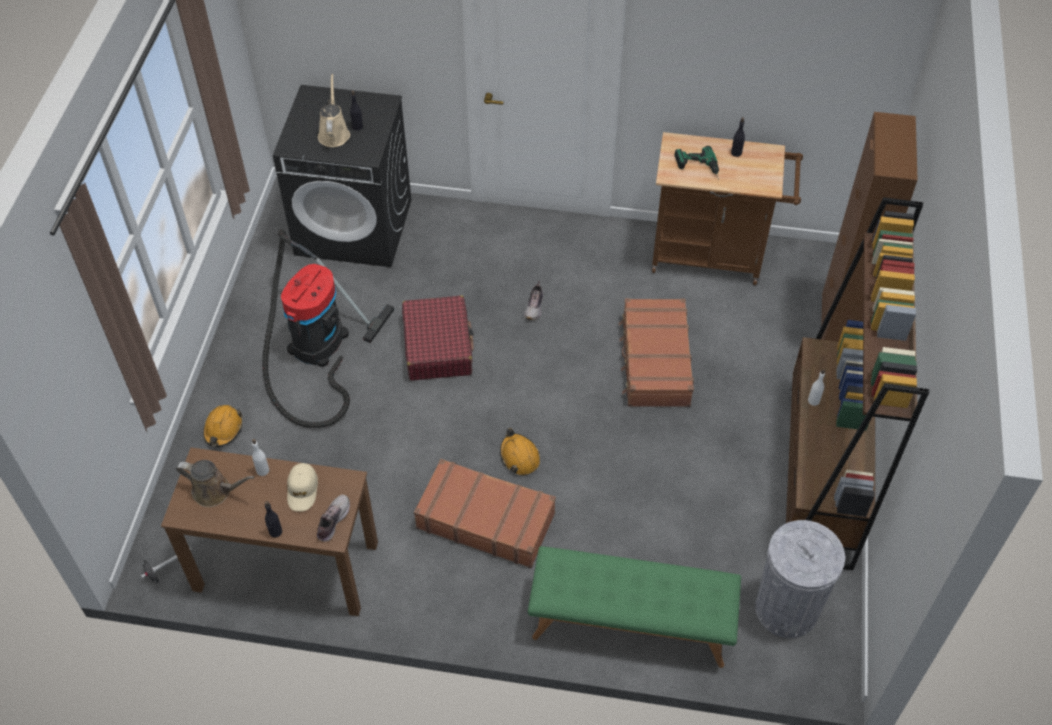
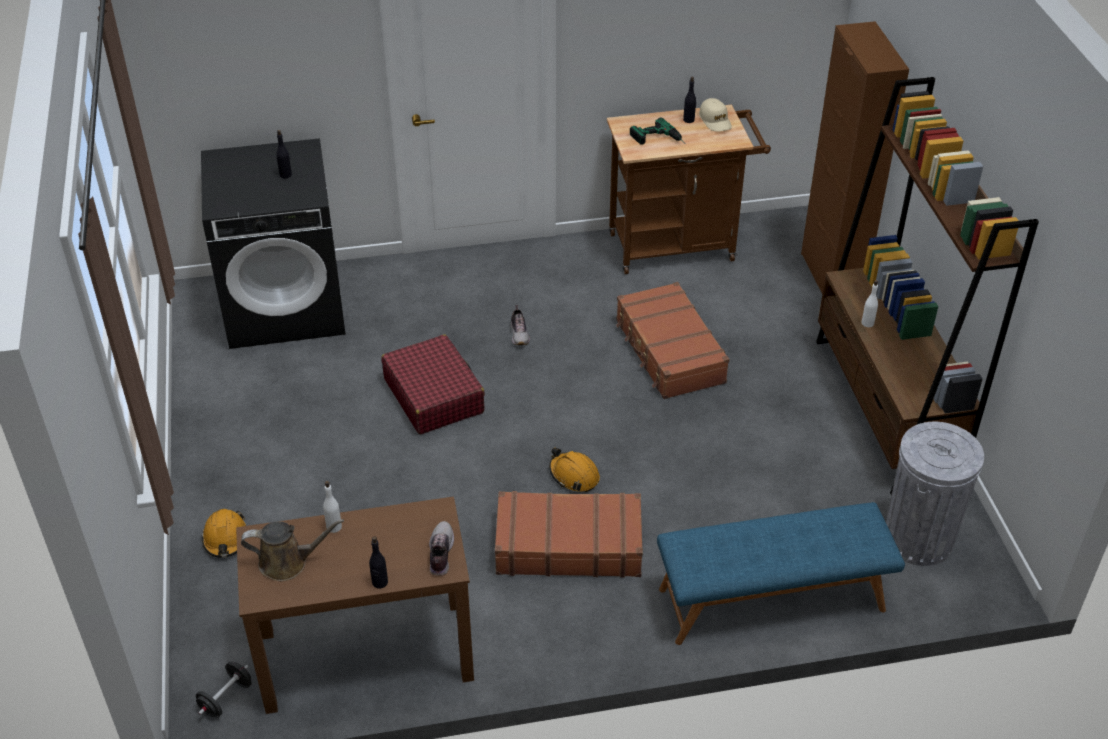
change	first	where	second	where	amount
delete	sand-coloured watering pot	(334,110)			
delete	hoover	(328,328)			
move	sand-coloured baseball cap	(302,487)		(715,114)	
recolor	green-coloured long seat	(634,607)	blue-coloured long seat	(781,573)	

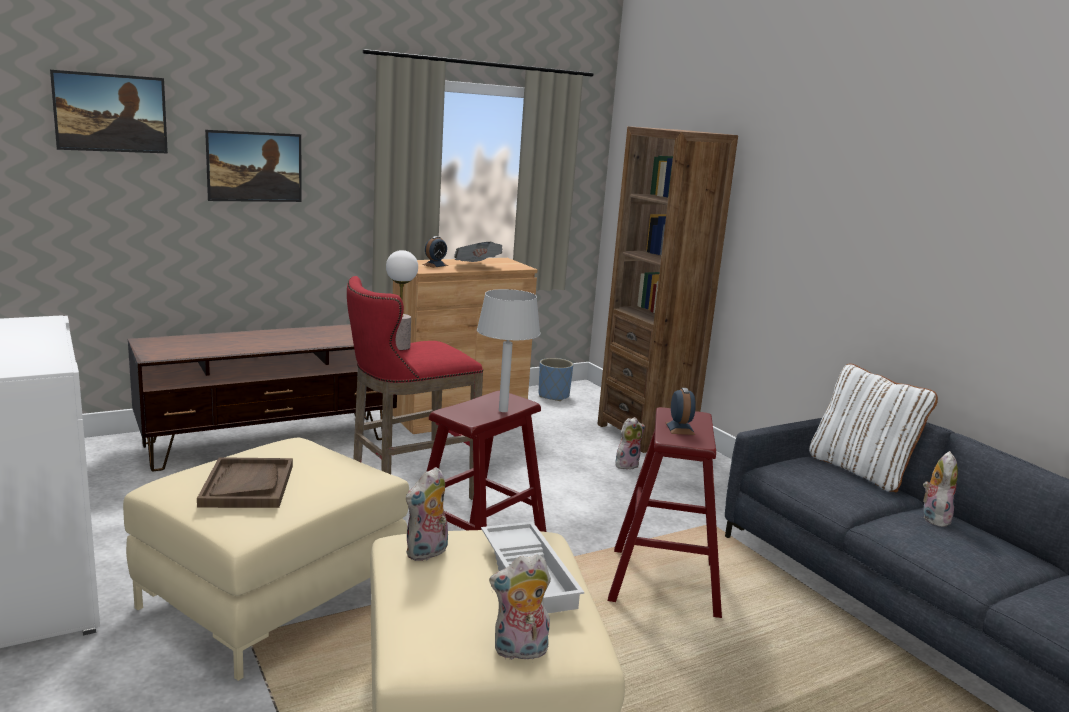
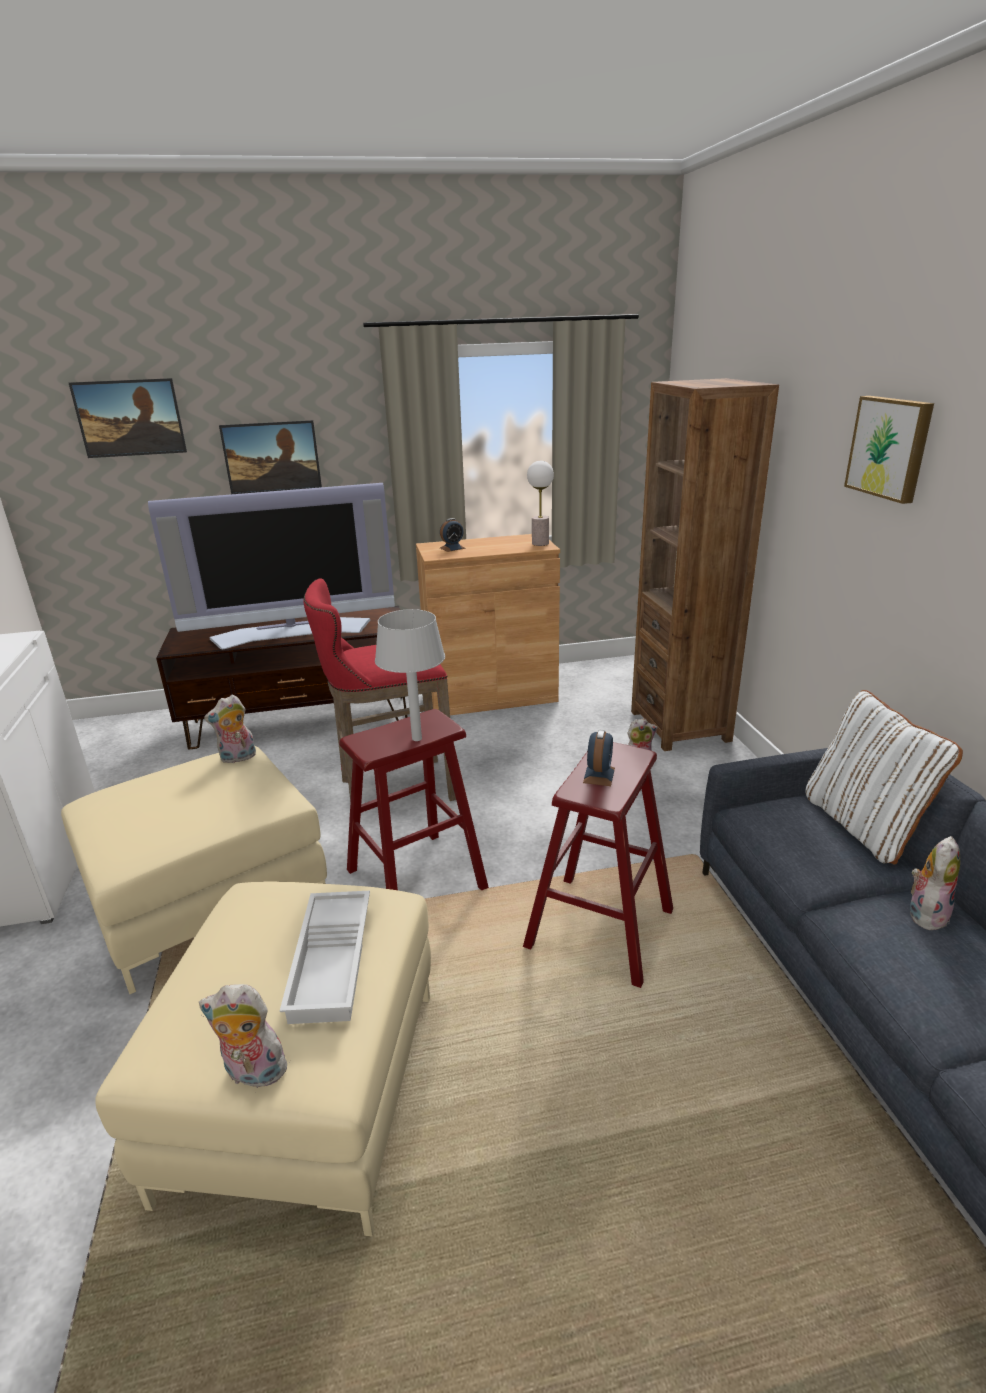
change	first	where	second	where	amount
delete	daily paper	(478,252)			
move	table lamp	(402,300)		(540,503)	
delete	blue-coloured flower pot	(556,379)			
delete	brown serving tray	(245,482)			
move	cuddly toy	(427,514)		(230,729)	
insert			picture	(889,450)	
insert			TV set	(271,566)	

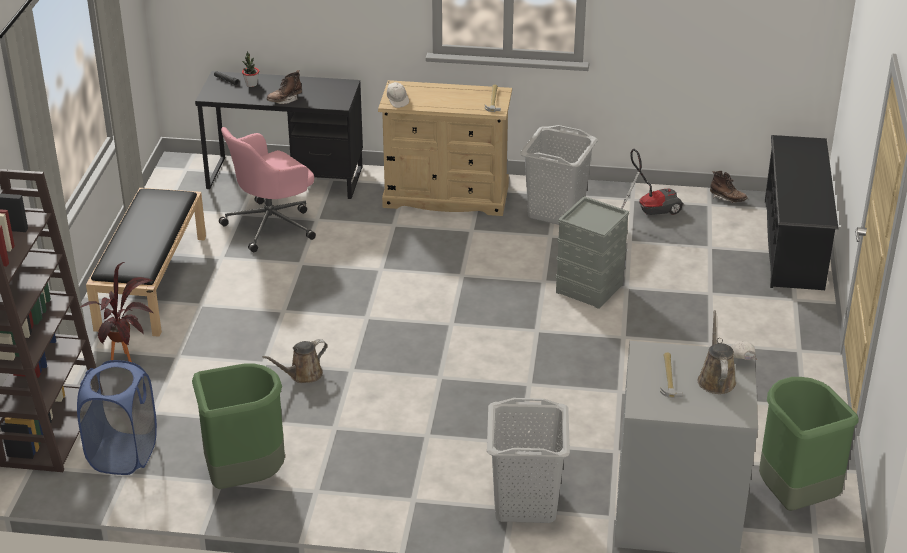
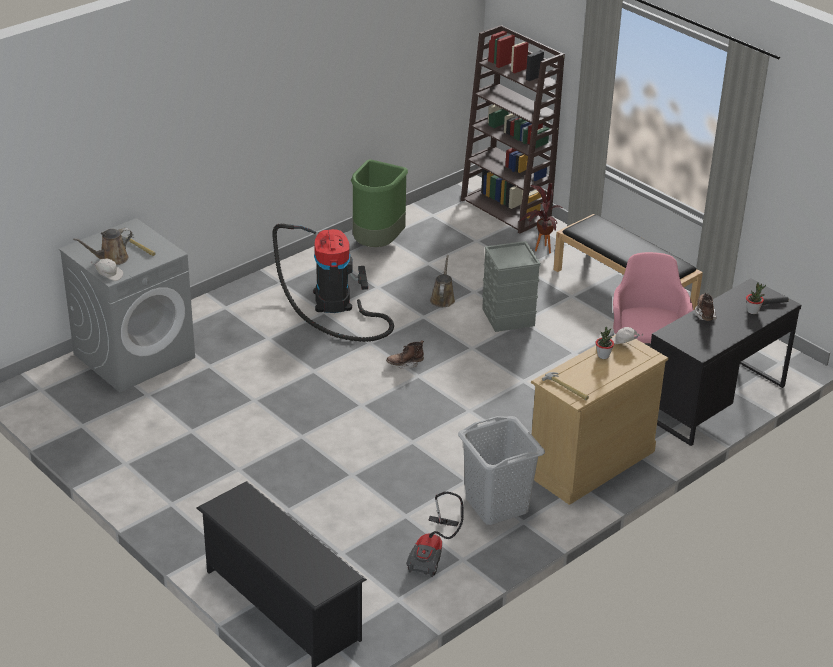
change	first	where	second	where	amount
move	brown boot	(729,187)		(405,354)	
move	gray storage box	(592,252)		(511,286)	
rotate	brown watering pot	(717,352)		(102,246)	105 degrees clockwise
delete	blue-coloured washing basket	(117,417)			
delete	green-coloured rubbish bin	(809,444)			
delete	gray washing basket	(528,460)			
insert			hoover	(333,283)	
insert			potted plant	(605,343)	

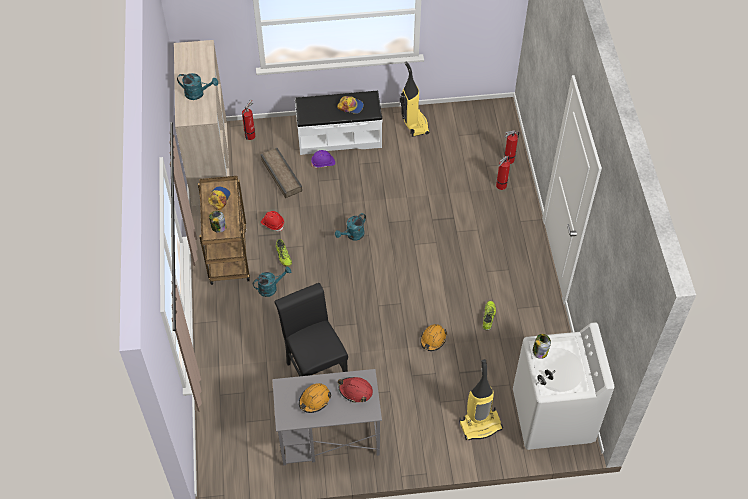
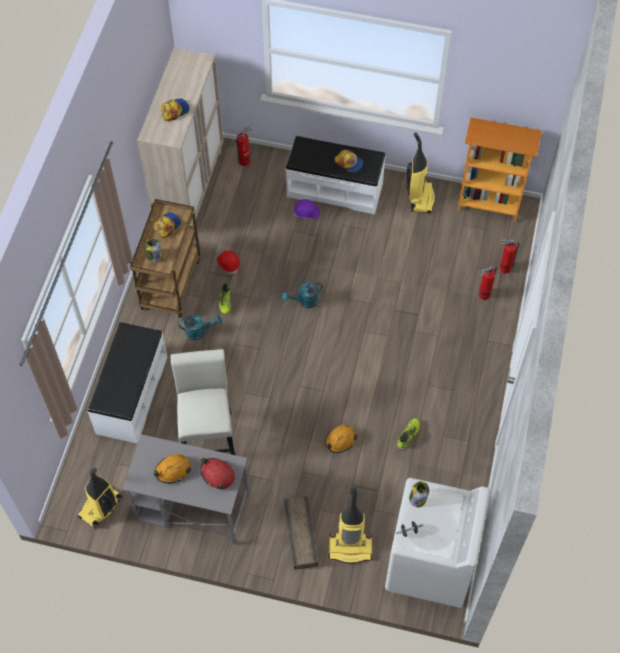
change	first	where	second	where	amount
replace	blue-green watering pot	(197,86)	baseball cap	(174,109)	
move	shipping crate	(281,173)		(301,533)	
recolor	black plain chair	(311,329)	white plain chair	(203,402)	
insert			shelving unit	(499,169)	
insert			white long seat	(128,383)	
insert			hoover	(100,498)	

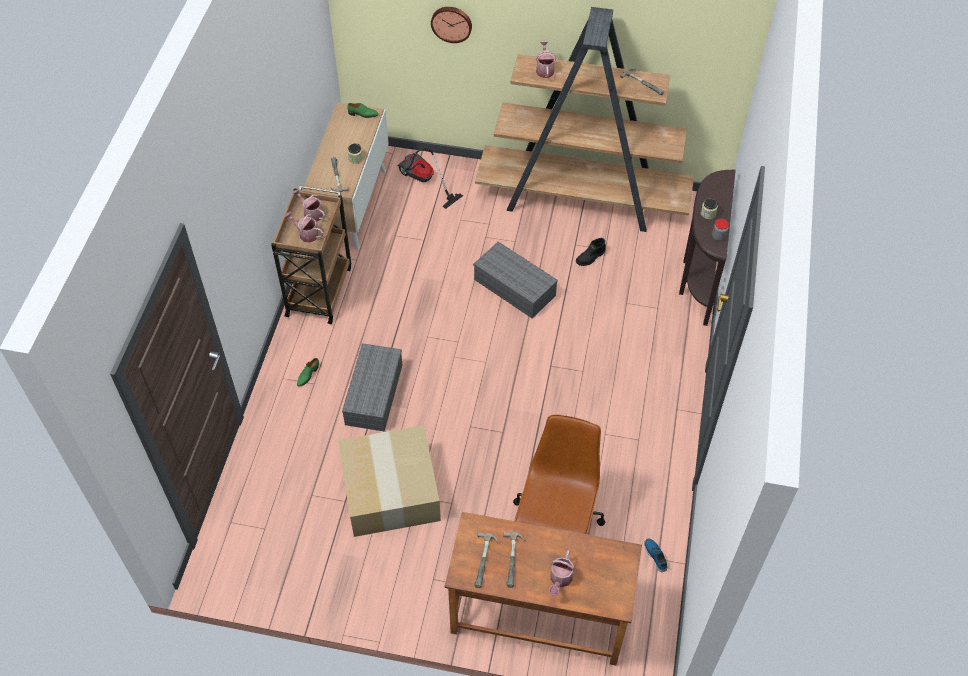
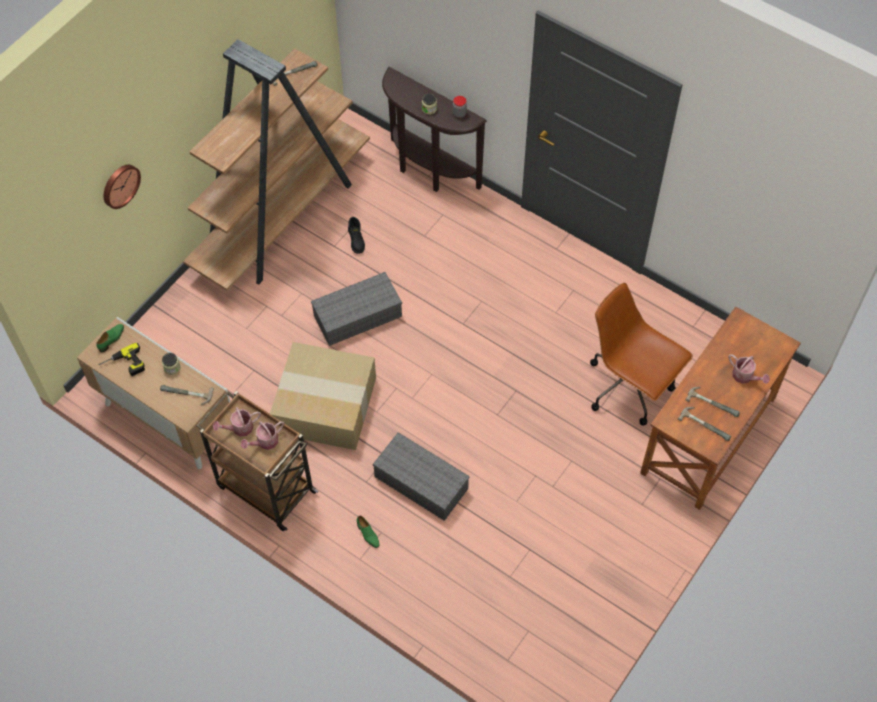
change	first	where	second	where	amount
delete	watering pot	(546,60)			
delete	hoover	(430,178)			
move	packing box	(389,481)		(323,396)	
delete	shoe	(656,555)			
insert			power drill	(121,359)	

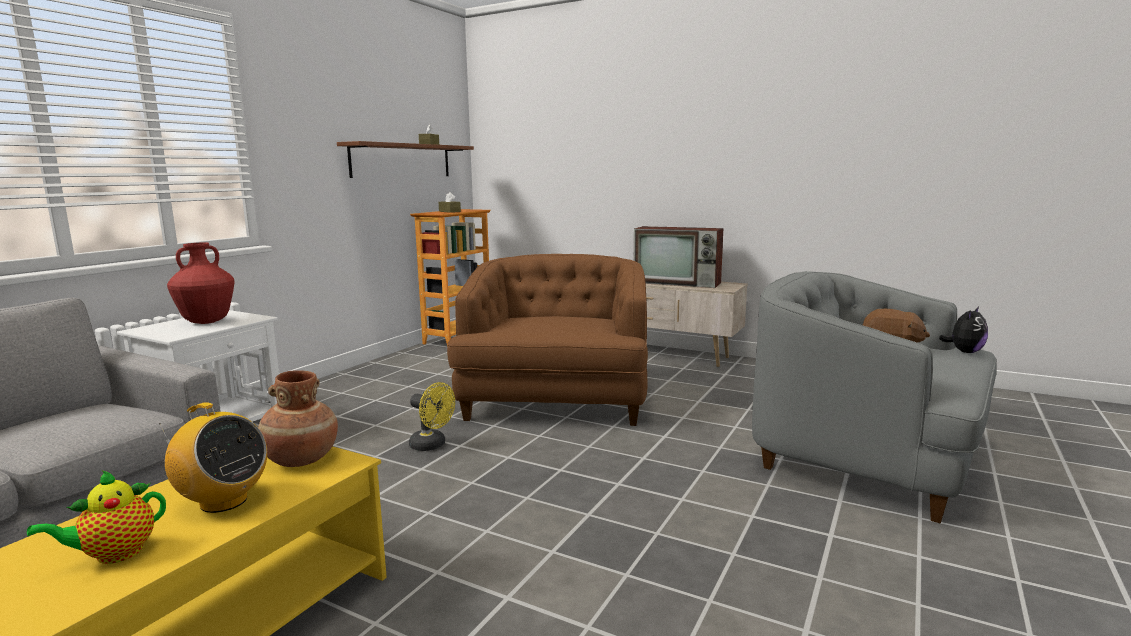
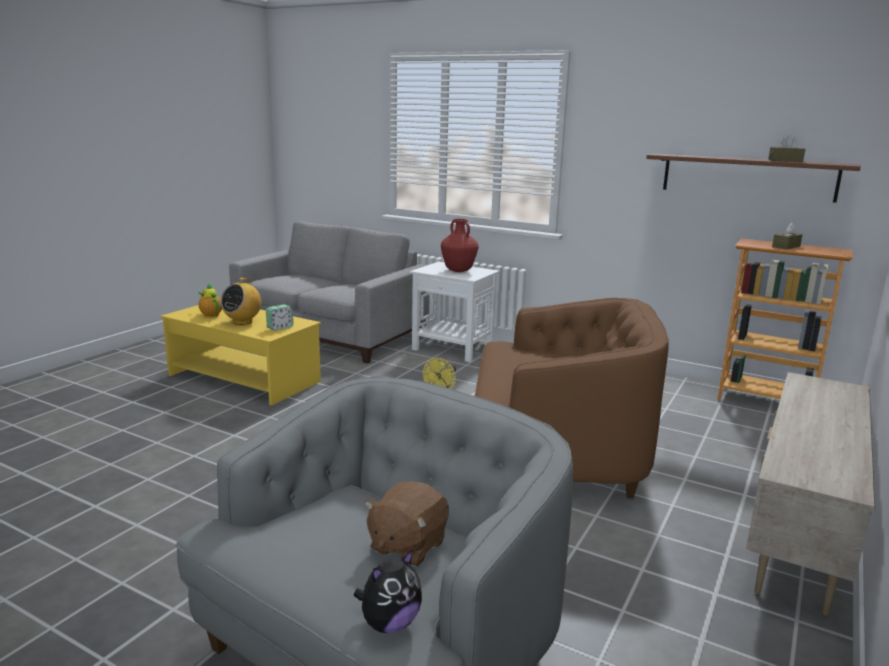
change	first	where	second	where	amount
delete	TV set	(678,257)			
rotate	cuddly toy	(963,330)		(388,591)	90 degrees counterclockwise
replace	brown vase	(298,418)	bedside clock	(279,317)	

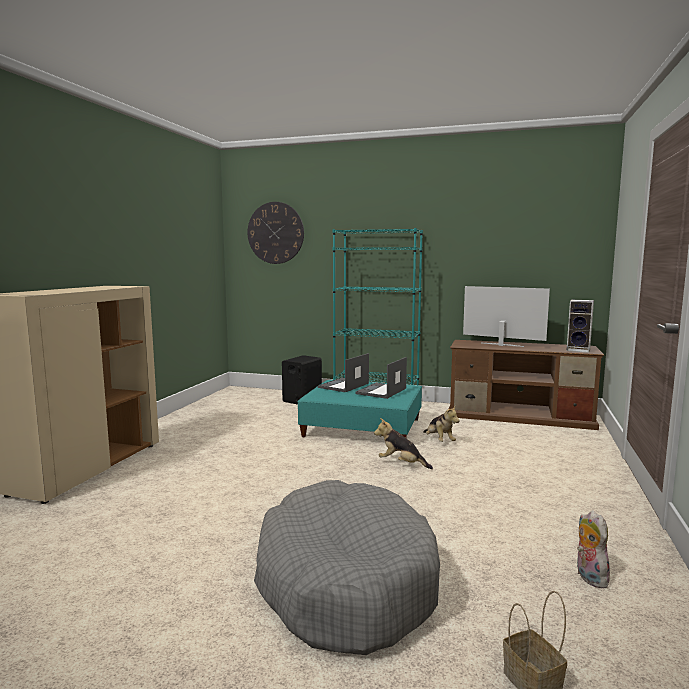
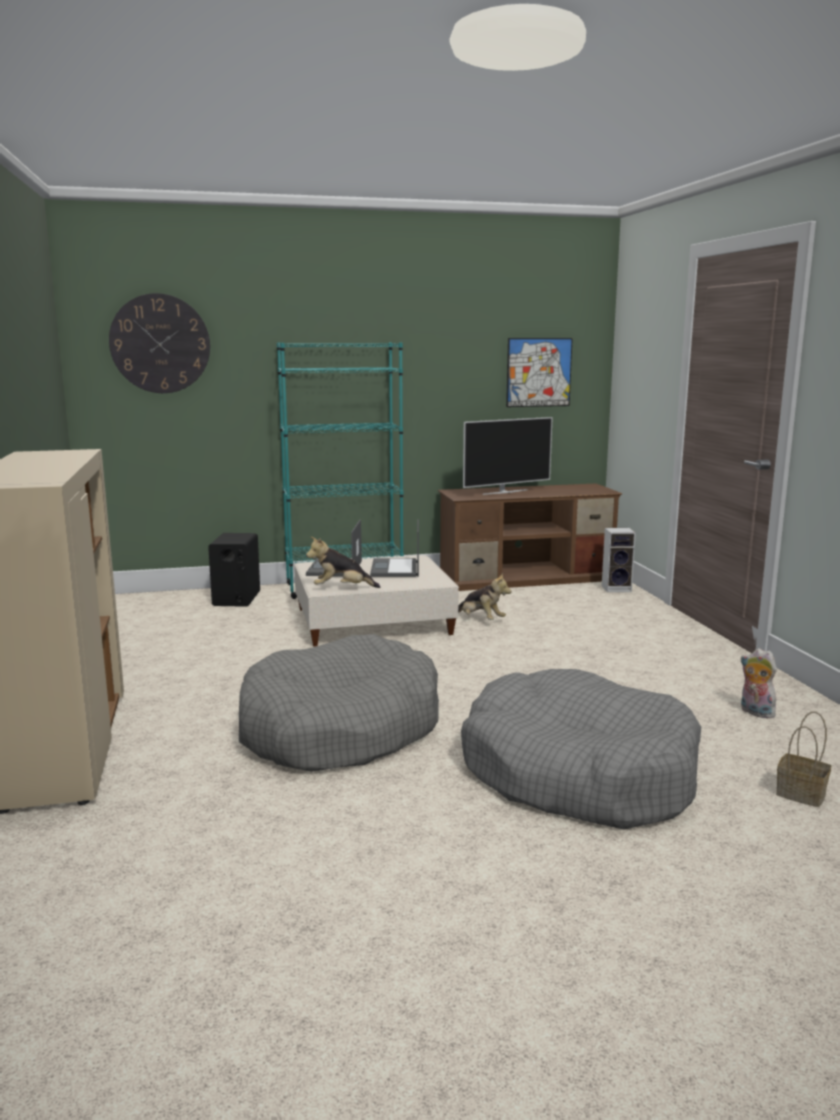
change	first	where	second	where	amount
rotate	TV set	(506,316)		(508,456)	150 degrees clockwise
move	speaker	(580,326)		(619,560)	
recolor	blue-green ottoman	(360,409)	sand-coloured ottoman	(376,601)	
move	cuddly toy	(403,443)		(343,562)	
insert			picture	(539,372)	
insert			gray dog cushion	(339,703)	

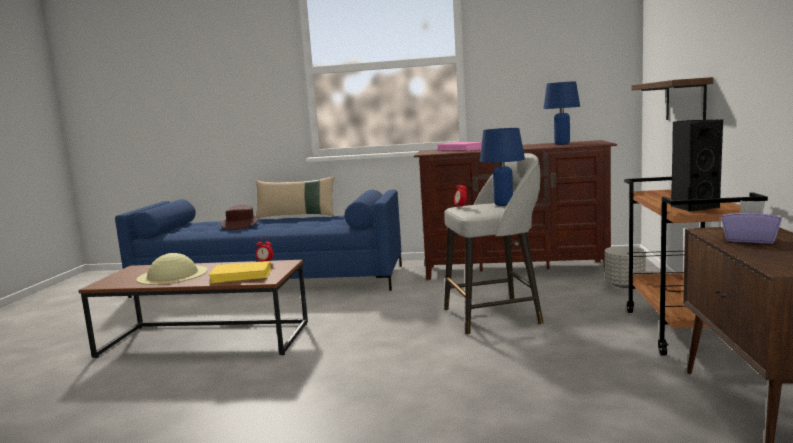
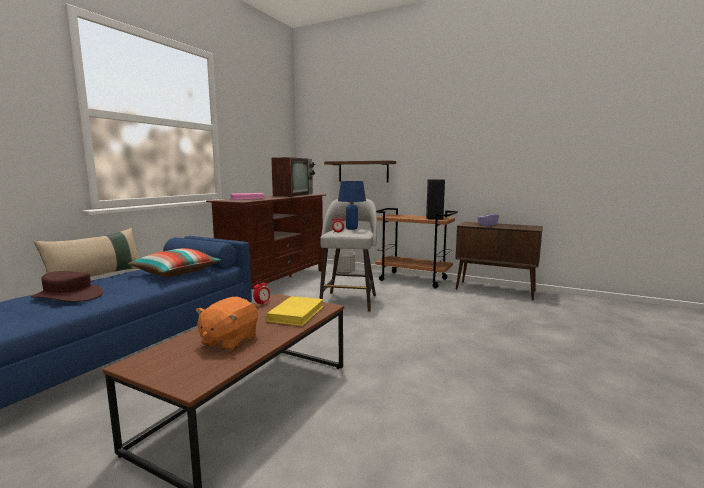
change	first	where	second	where	amount
replace	blue-coloured table lamp	(561,113)	TV set	(293,177)	
replace	sand-coloured hat	(172,269)	orangey cuddly toy	(226,324)	
insert			pillow	(174,262)	

